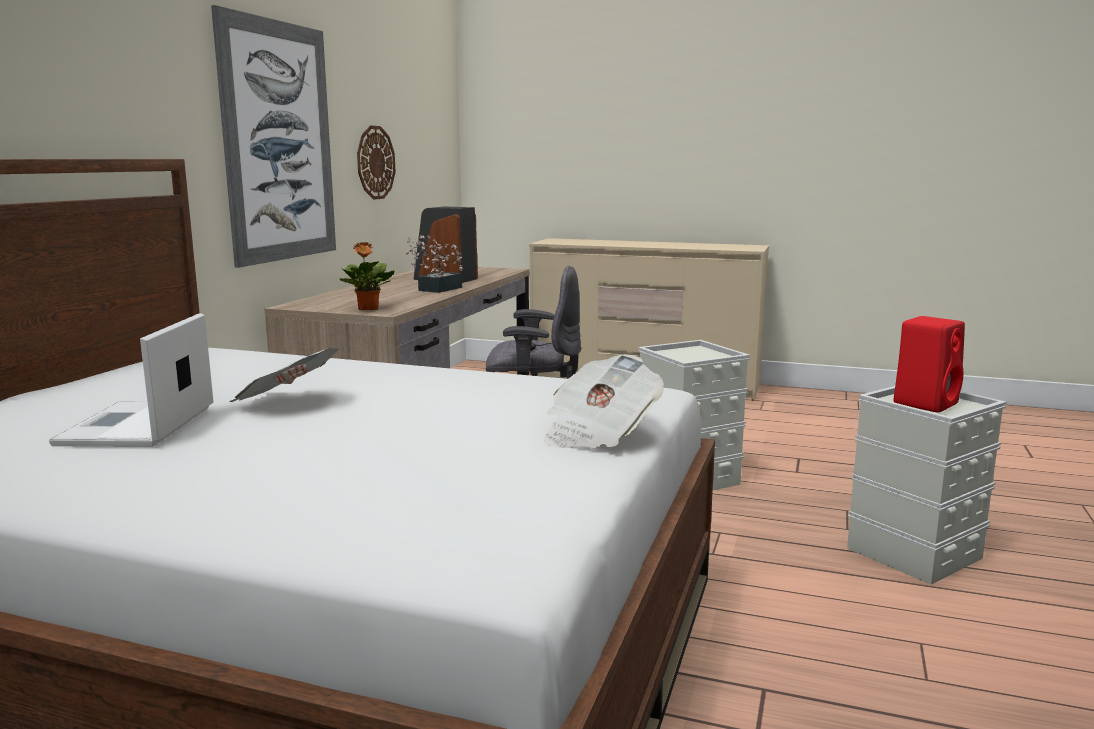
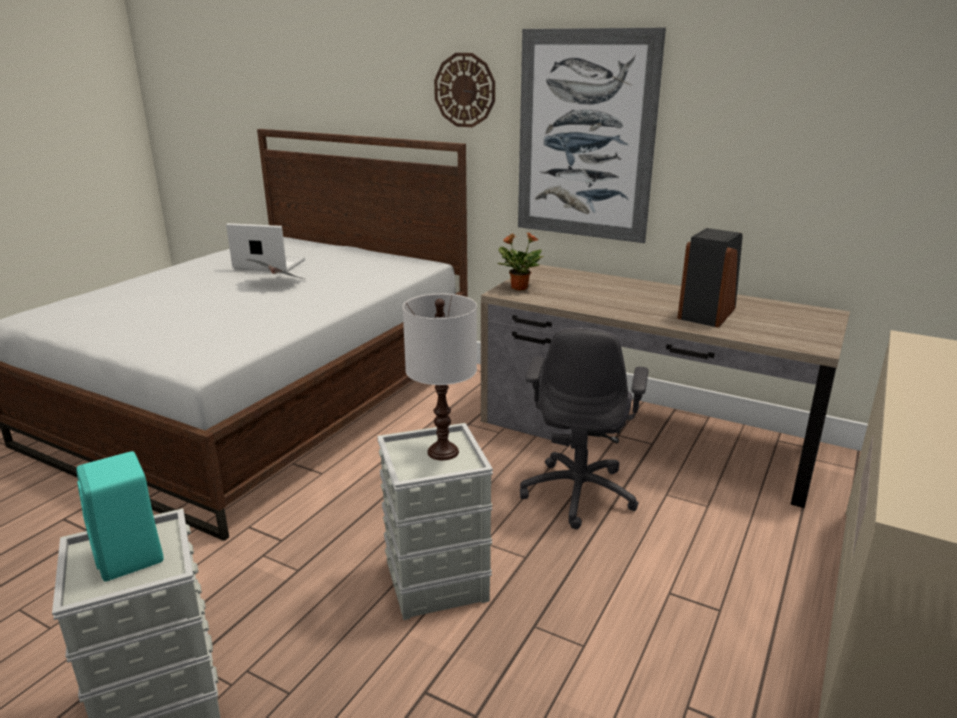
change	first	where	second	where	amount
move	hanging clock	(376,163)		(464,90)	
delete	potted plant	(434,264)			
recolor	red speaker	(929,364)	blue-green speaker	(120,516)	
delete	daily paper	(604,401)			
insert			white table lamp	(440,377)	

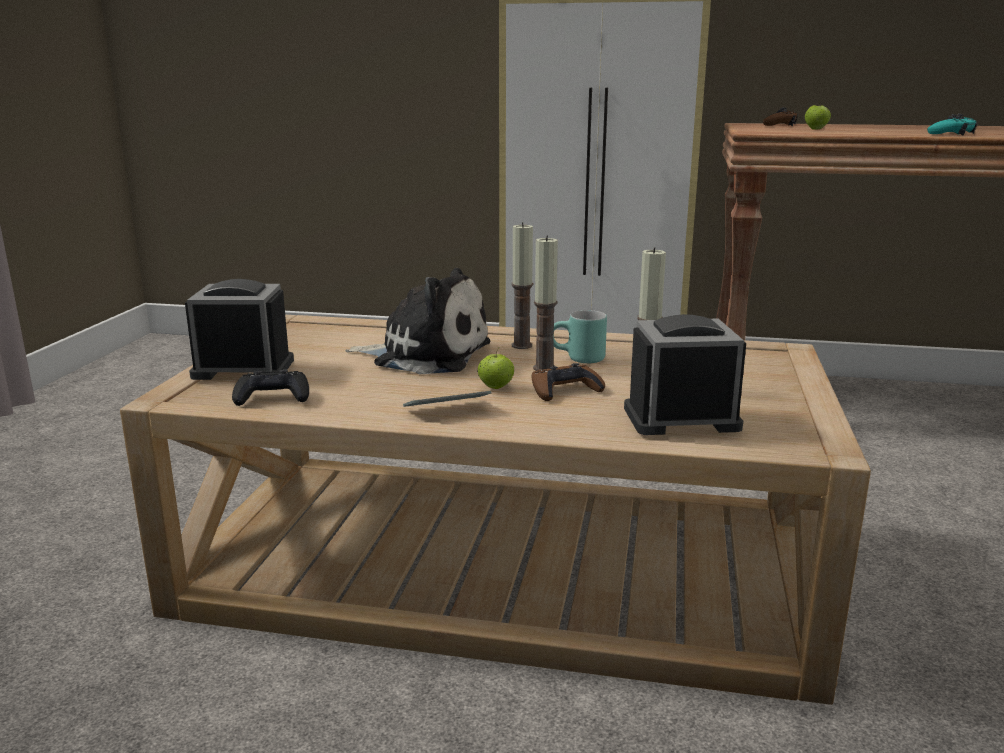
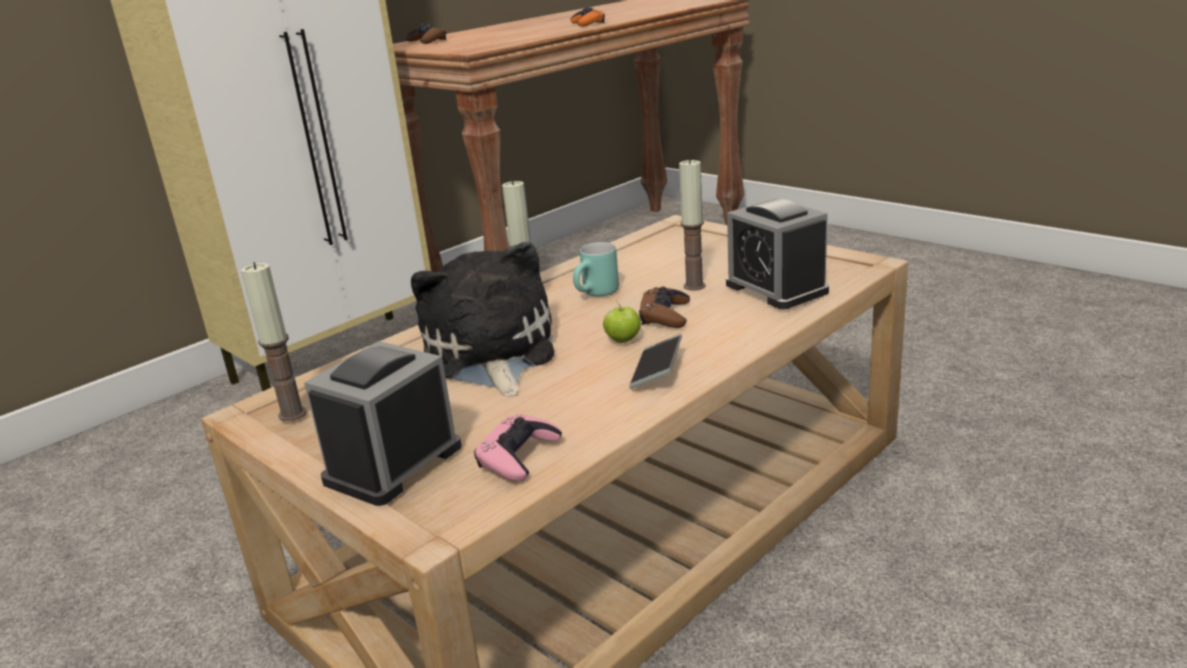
change	first	where	second	where	amount
delete	whole apple	(818,115)			
recolor	blue-green gamepad	(952,124)	orangey gamepad	(587,16)	
move	wax light	(545,302)		(274,341)	
rotate	cuddly toy	(418,321)		(482,319)	60 degrees counterclockwise
rotate	bedside clock	(685,374)		(777,253)	60 degrees counterclockwise
recolor	black gamepad	(270,388)	pink-coloured gamepad	(518,447)	

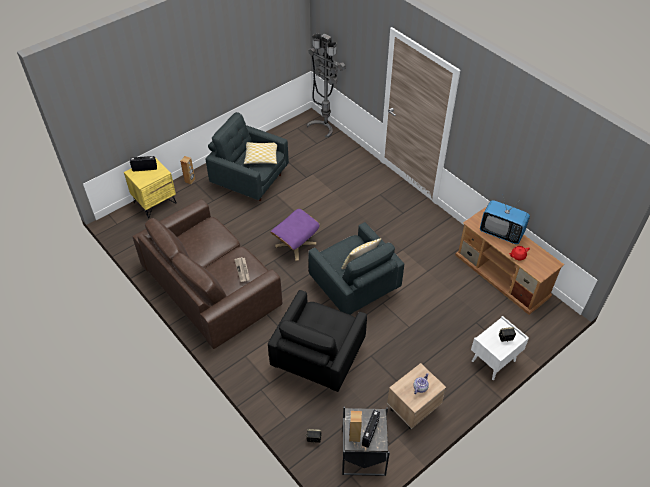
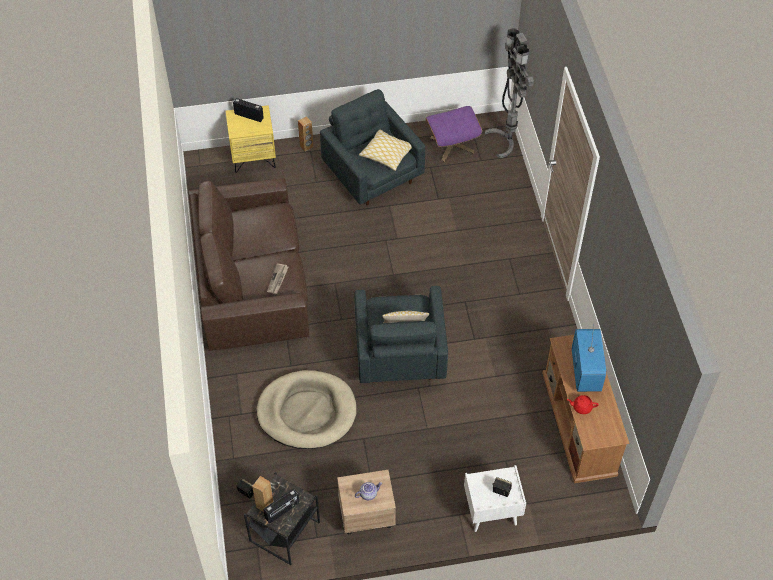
change	first	where	second	where	amount
rotate	TV set	(505,219)		(589,358)	150 degrees counterclockwise
move	purple-coloured ottoman	(295,235)		(453,134)	
replace	black lounge chair	(317,341)	sand-coloured dog cushion	(307,409)	

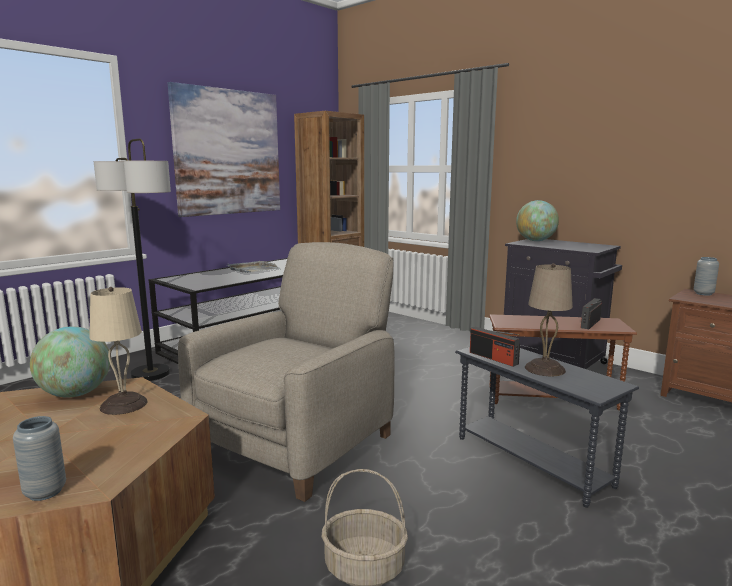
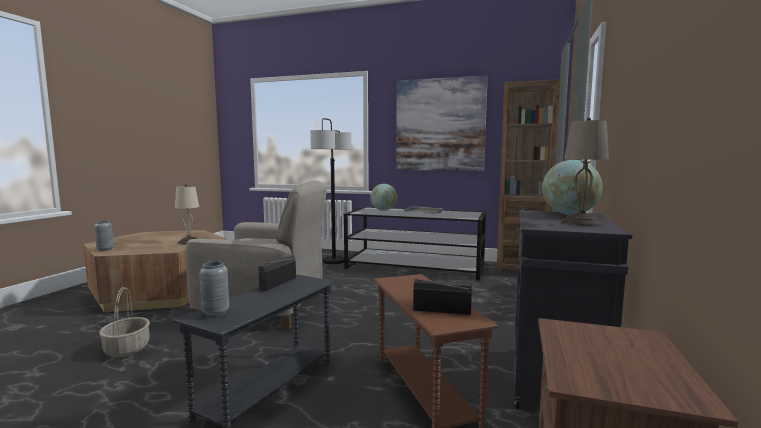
change	first	where	second	where	amount
move	gray vase	(706,276)		(214,289)	
move	sand-coloured table lamp	(549,319)		(585,171)	
move	desk globe	(70,362)		(383,197)	

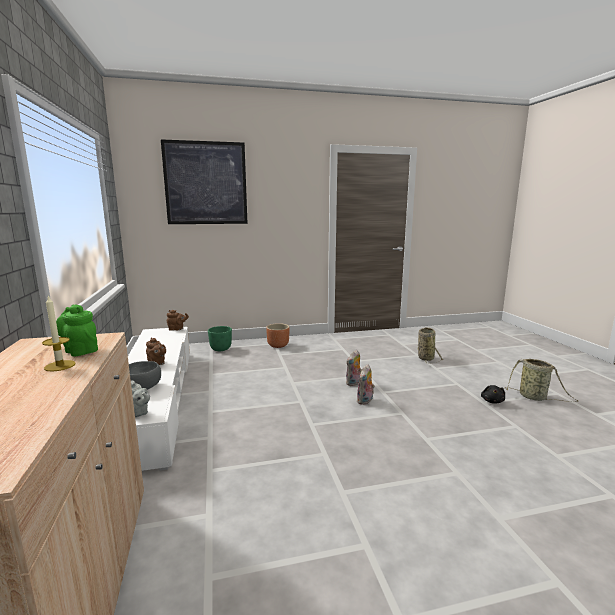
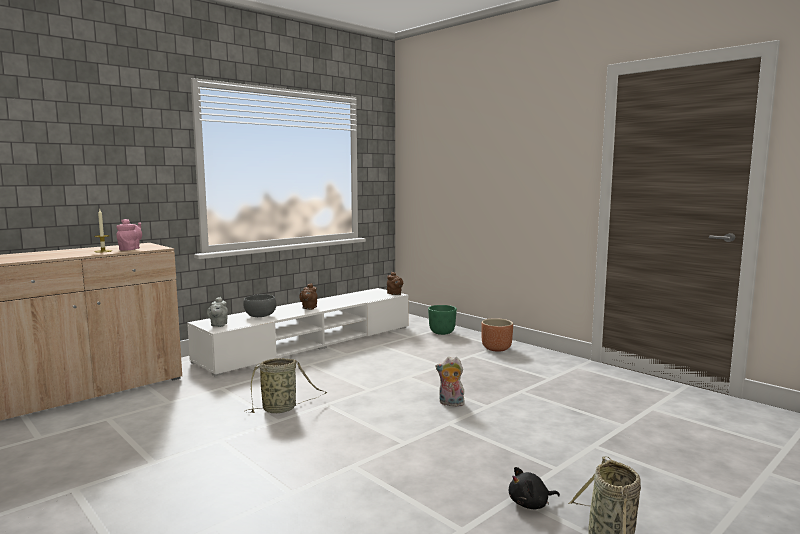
change	first	where	second	where	amount
delete	picture	(204,181)			
recolor	green-coloured pot for tea	(77,330)	pink-coloured pot for tea	(129,234)	
move	household basket	(430,345)		(286,385)	
delete	cuddly toy	(366,384)			

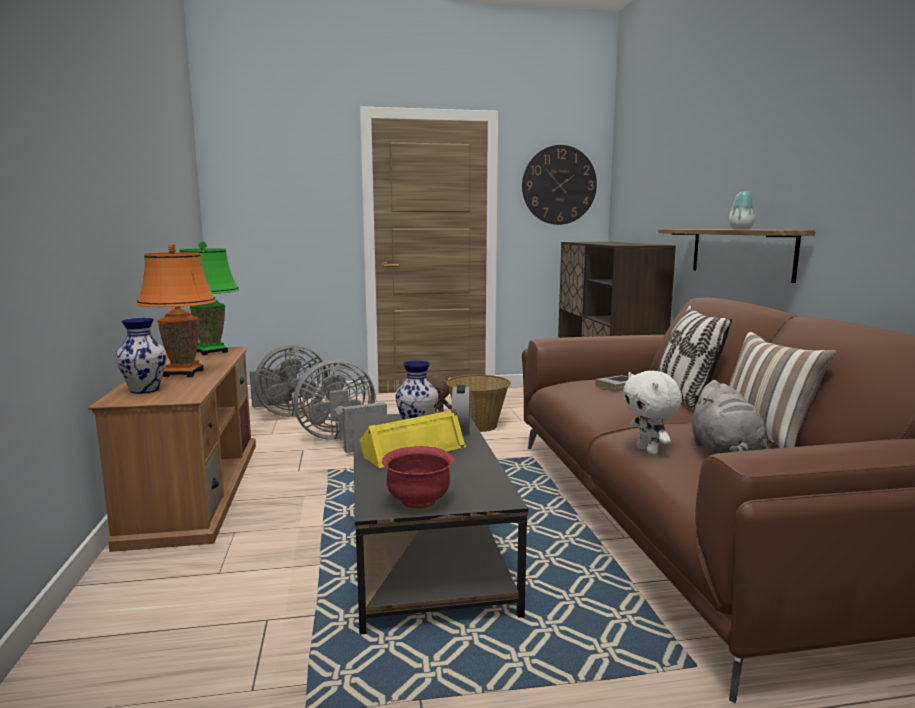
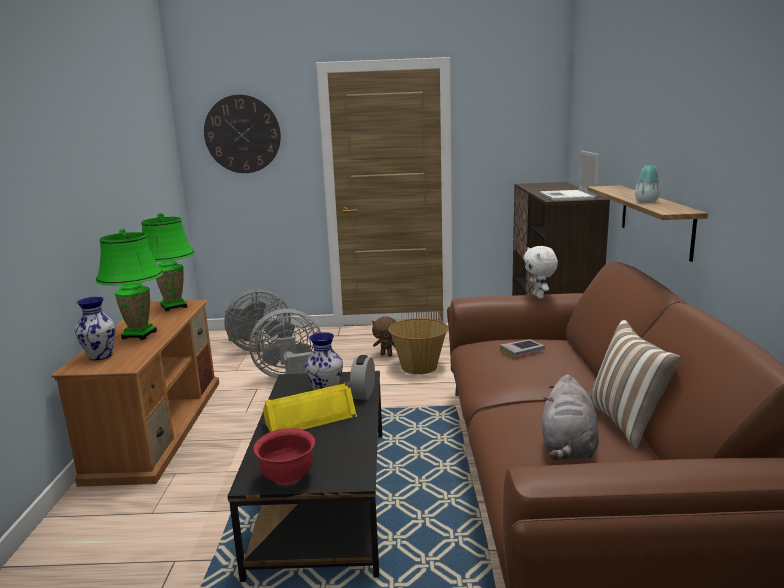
change	first	where	second	where	amount
move	hanging clock	(559,185)		(242,134)	
recolor	orangey table lamp	(176,310)	green-coloured table lamp	(129,284)	
delete	pillow	(694,357)			
move	white cuddly toy	(652,413)		(540,272)	
insert			portable computer	(570,176)	

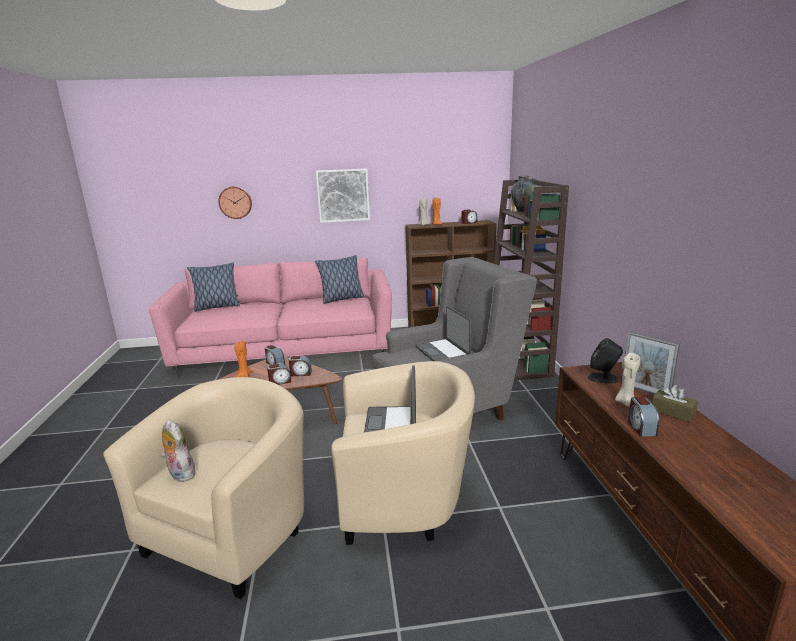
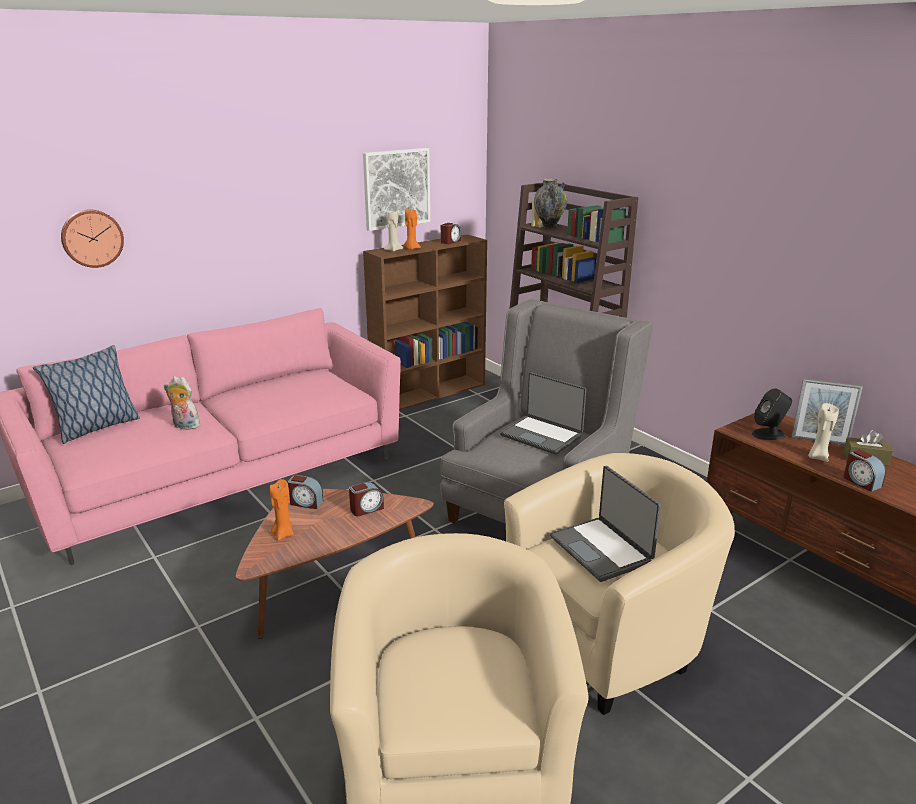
change	first	where	second	where	amount
move	picture	(343,195)		(396,189)	
delete	pillow	(339,279)			
delete	bedside clock	(279,374)			
move	cuddly toy	(178,451)		(182,403)	

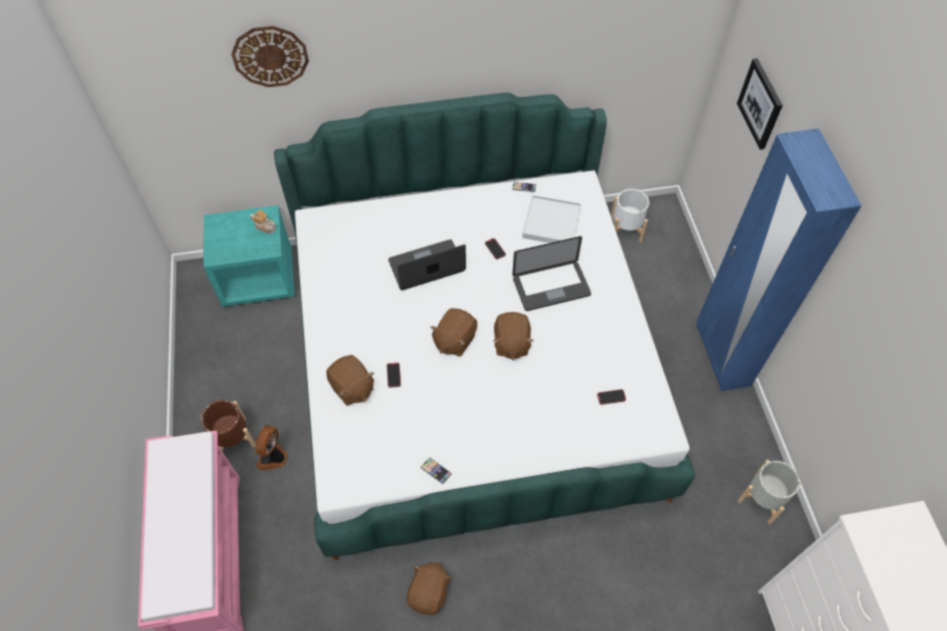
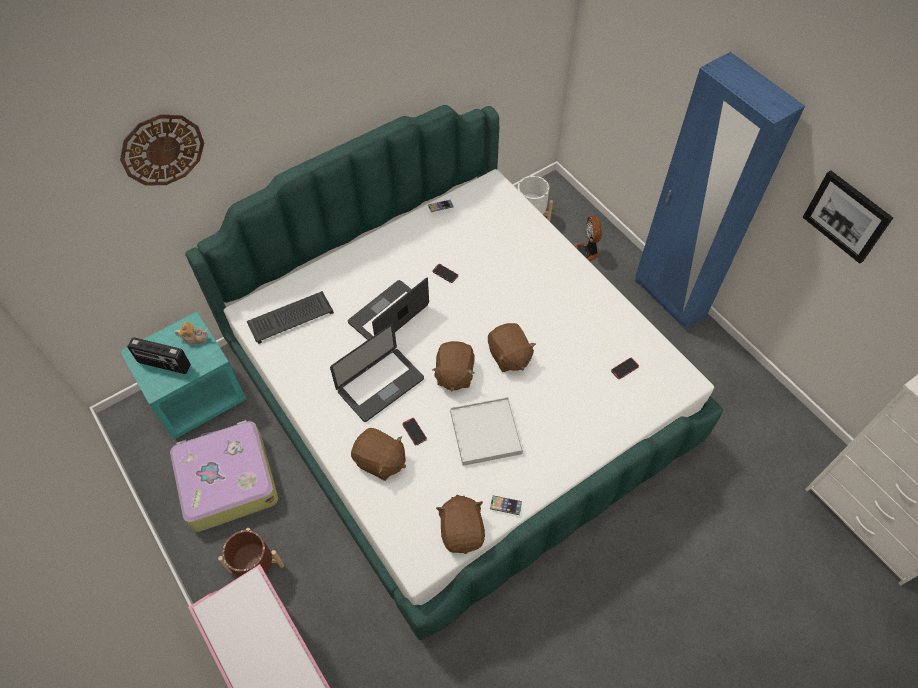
change	first	where	second	where	amount
move	picture	(760,104)		(848,217)	
move	white serving tray	(551,219)		(486,431)	
move	portable computer	(551,273)		(377,372)	
move	fan	(272,447)		(587,239)	
delete	gray flower pot	(769,492)			
move	brown cuddly toy	(429,588)		(460,524)	
insert			computer keyboard	(290,317)	
insert			radio	(159,355)	
insert			suitcase	(224,476)	

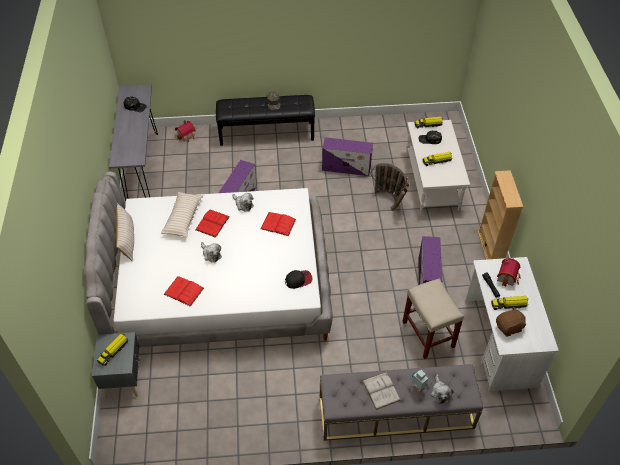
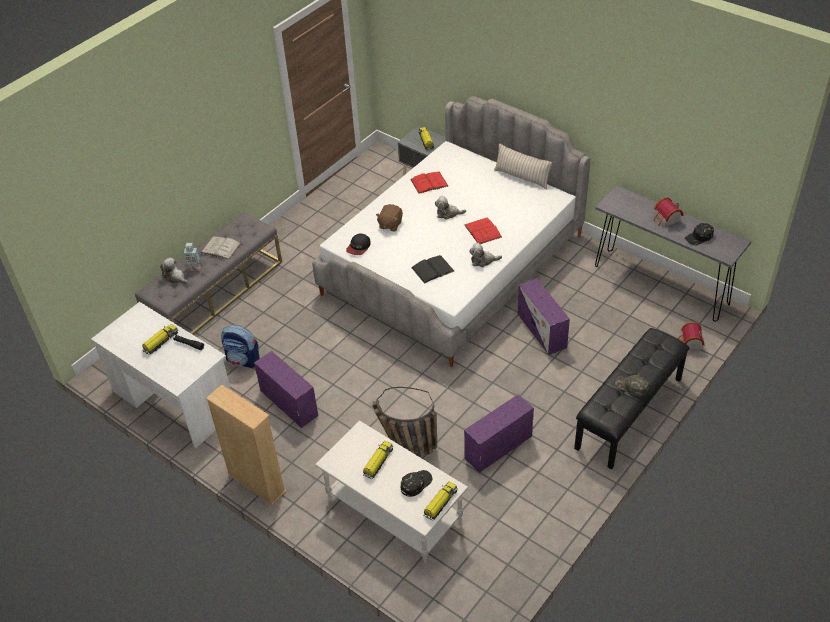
change	first	where	second	where	amount
delete	sand-coloured pillow	(182,214)			
recolor	red volume	(278,224)	black volume	(432,269)	
move	model house	(509,272)		(668,212)	
replace	sand-coloured sitting stool	(433,319)	rucksack	(240,346)	
move	brown cuddly toy	(511,321)		(389,217)	

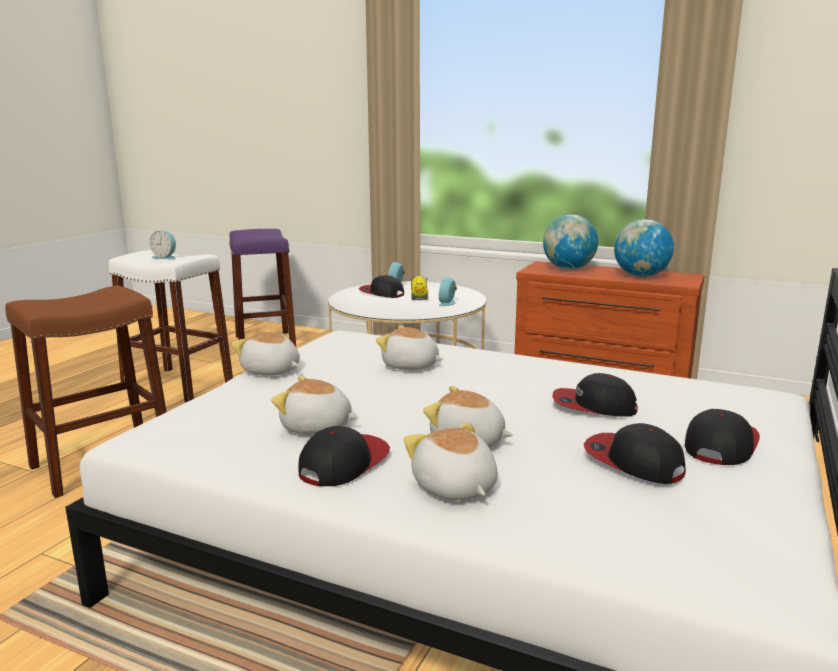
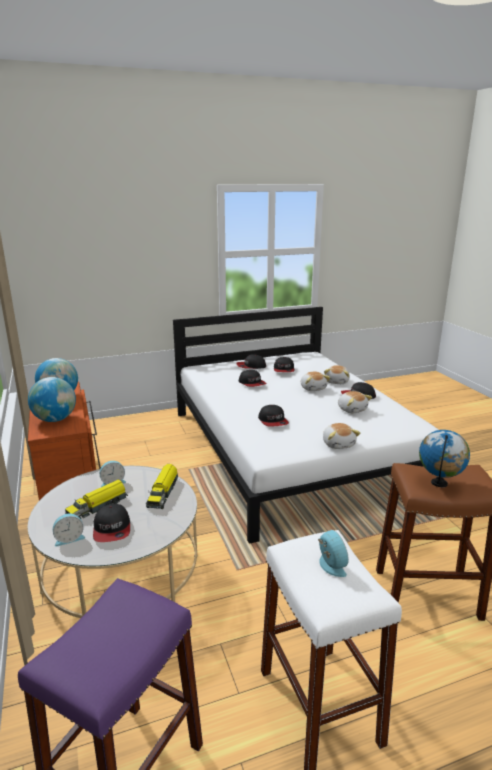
change	first	where	second	where	amount
replace	cuddly toy	(409,347)	baseball cap	(273,416)	
insert			desk globe	(444,458)	
insert			model truck	(162,486)	

